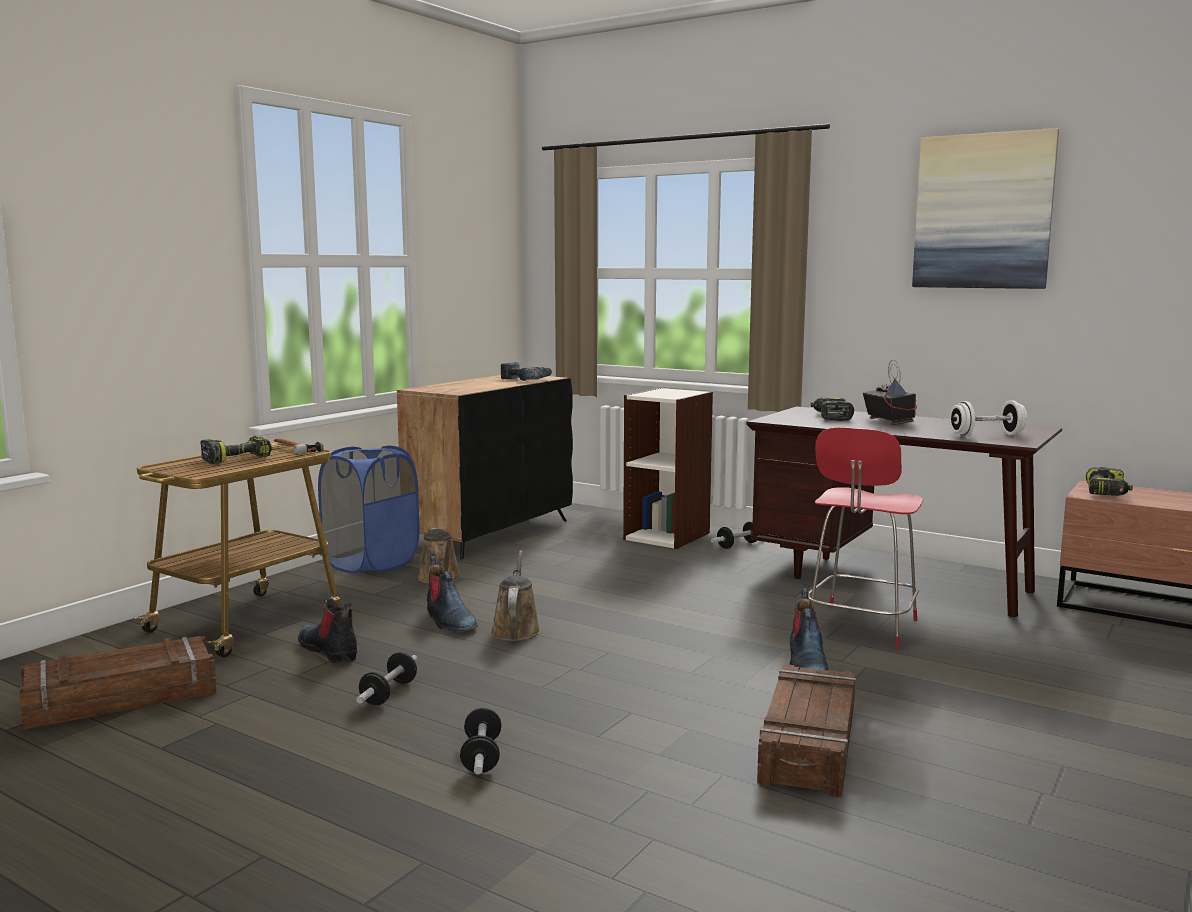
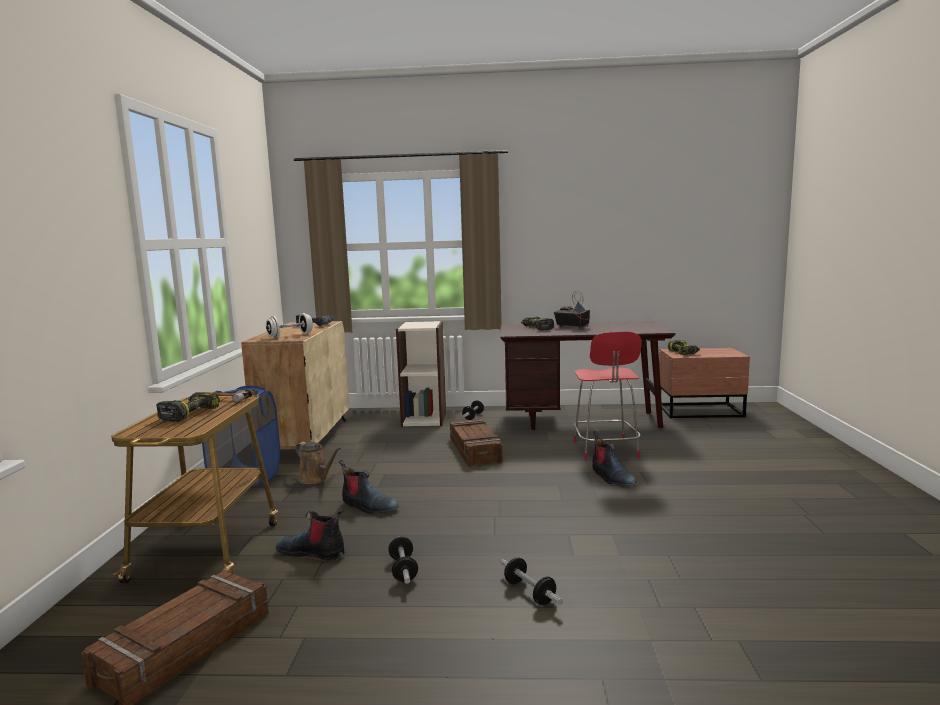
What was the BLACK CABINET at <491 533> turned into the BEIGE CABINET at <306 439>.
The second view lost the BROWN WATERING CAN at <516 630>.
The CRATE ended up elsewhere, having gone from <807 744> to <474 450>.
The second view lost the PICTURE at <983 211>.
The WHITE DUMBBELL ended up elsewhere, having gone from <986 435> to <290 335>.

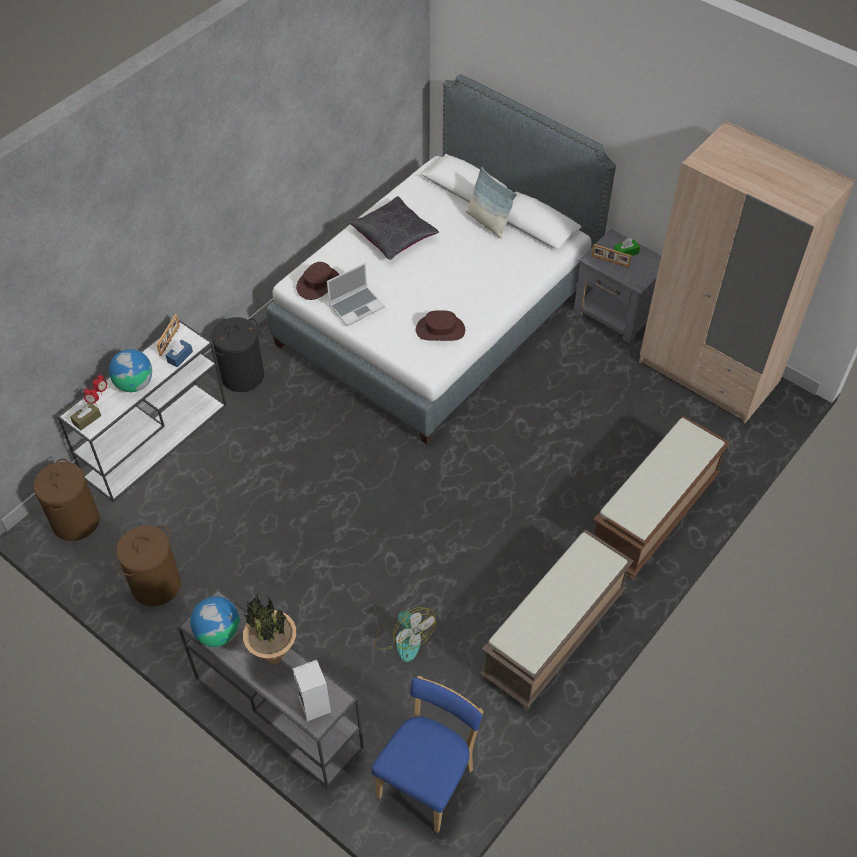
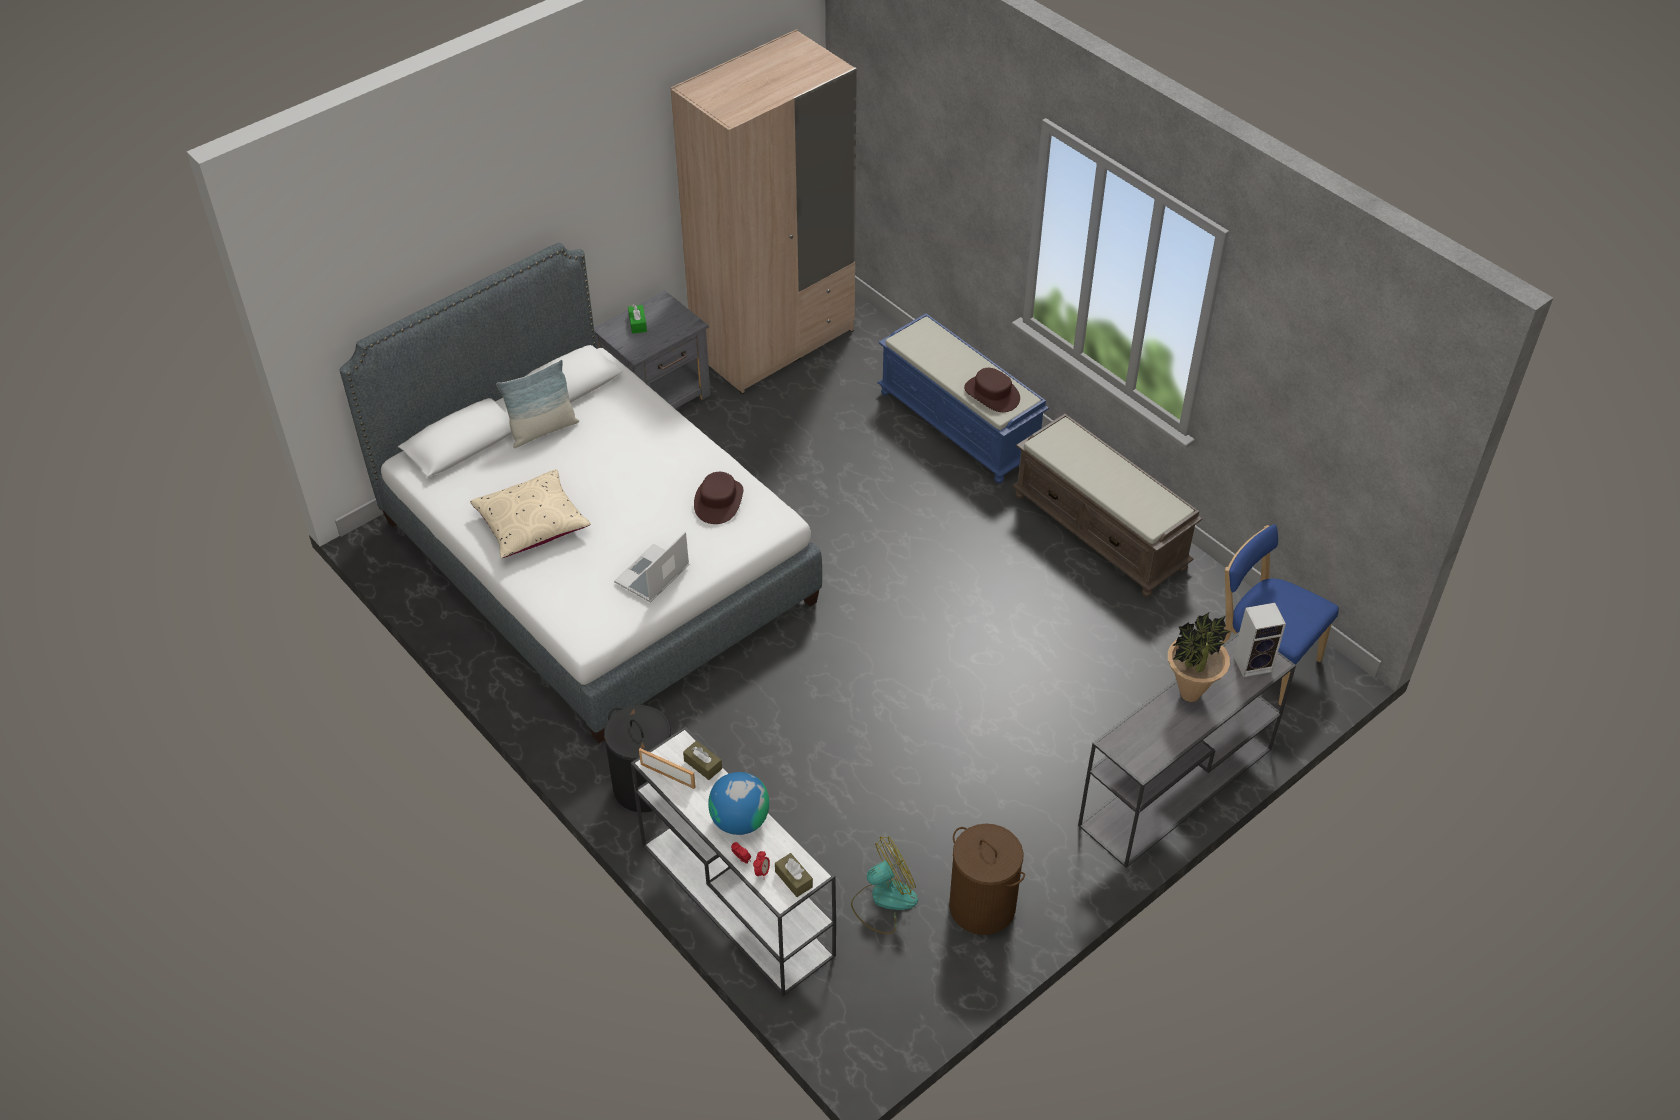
The second view lost the BROWN LAUNDRY BASKET at <76 521>.
What was the BLUE TISSUE BOX at <180 357> turned into the BROWN TISSUE BOX at <703 764>.
The second view lost the GLOBE at <218 633>.
The BROWN HAT ended up elsewhere, having gone from <318 283> to <992 394>.
The LAPTOP at <356 306> ended up facing another way, 120 degrees counterclockwise from before.
What was the BLACK PILLOW at <394 236> turned into the BEIGE PILLOW at <532 524>.
The FAN ended up elsewhere, having gone from <403 638> to <884 900>.
The second view lost the PICTURE FRAME at <610 262>.
What was the BROWN BENCH at <654 515> turned into the BLUE BENCH at <960 425>.

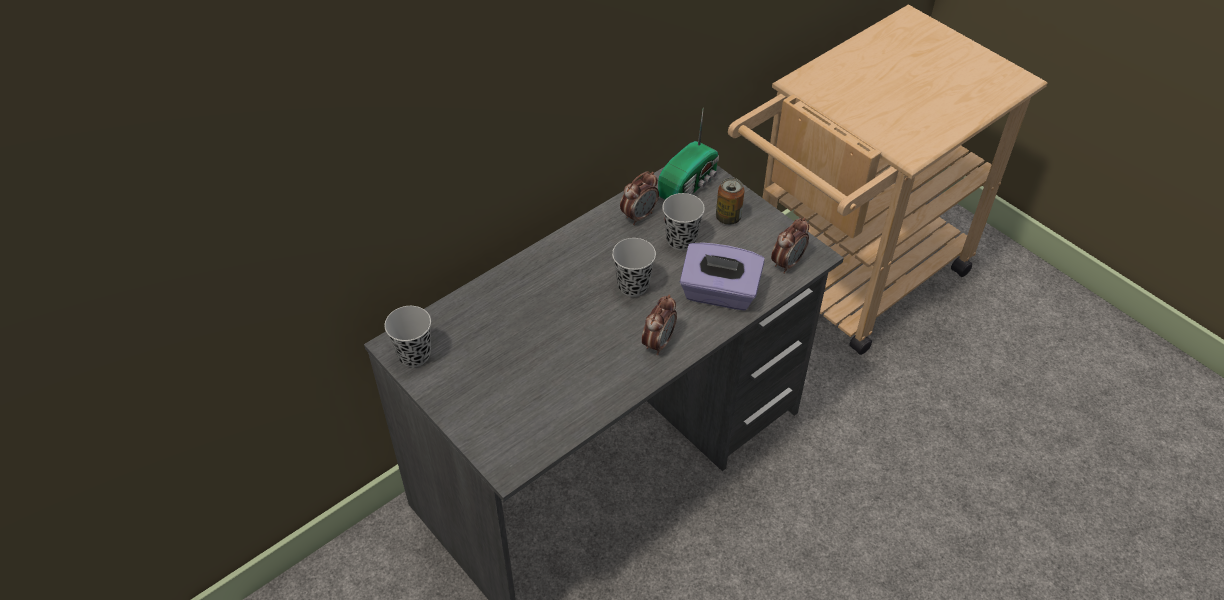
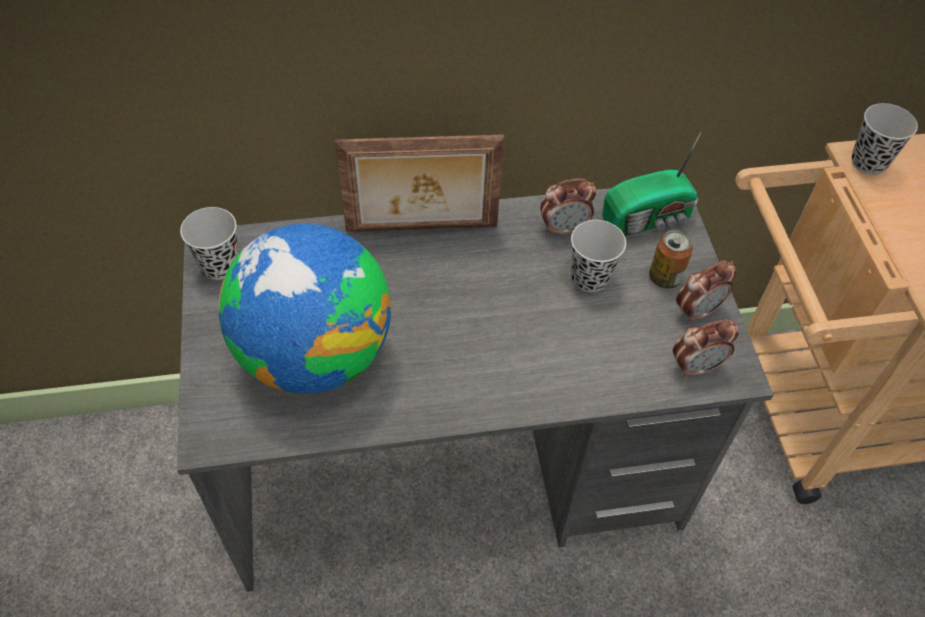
The BLACK CUP ended up elsewhere, having gone from <633 286> to <868 162>.
The ALARM CLOCK ended up elsewhere, having gone from <658 343> to <697 311>.
The second view lost the PURPLE TISSUE BOX at <719 293>.
The second view gained the GLOBE at <315 354>.
The second view gained the PICTURE FRAME at <422 230>.

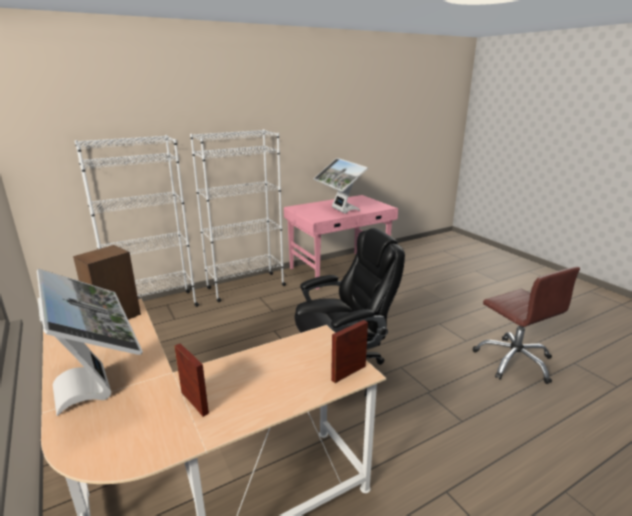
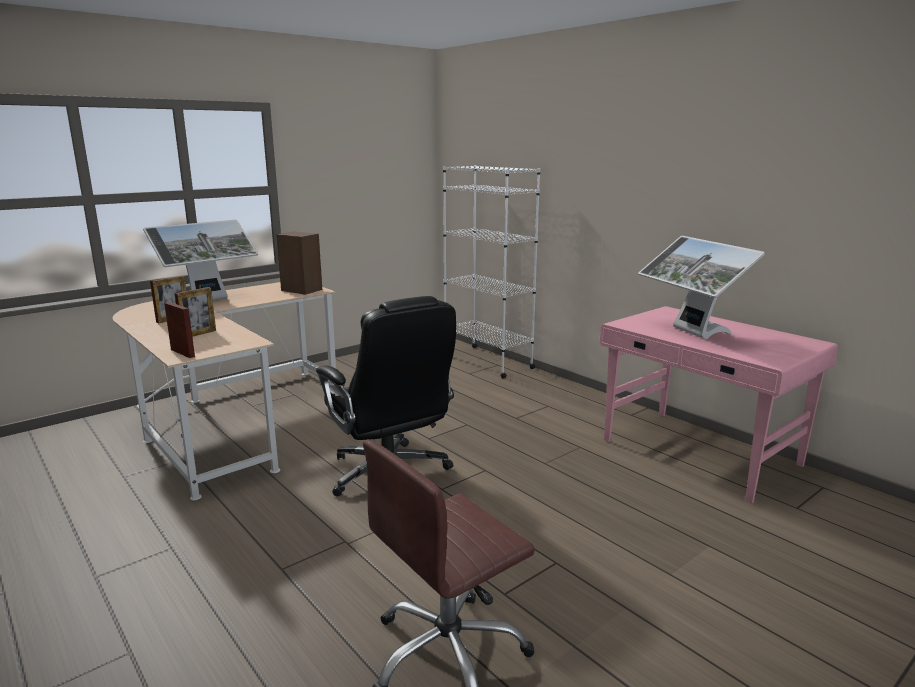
The second view lost the WHITE BOOKCASE at <246 287>.
The MONITOR at <339 210> ended up facing another way, 75 degrees counterclockwise from before.
The second view gained the PICTURE FRAME at <198 334>.

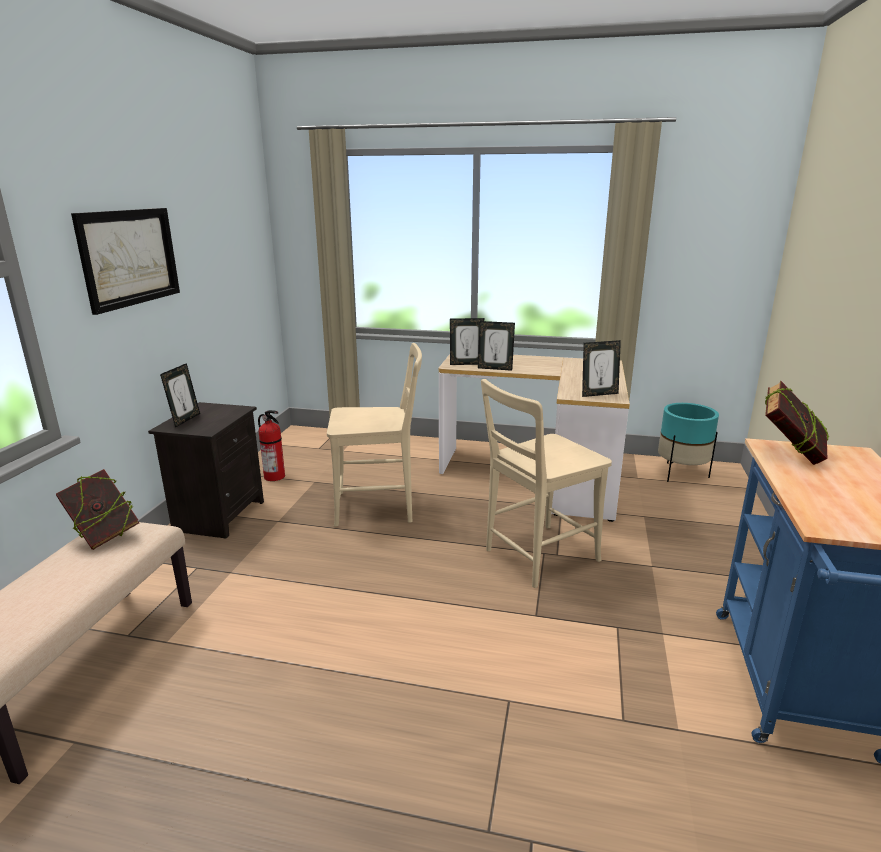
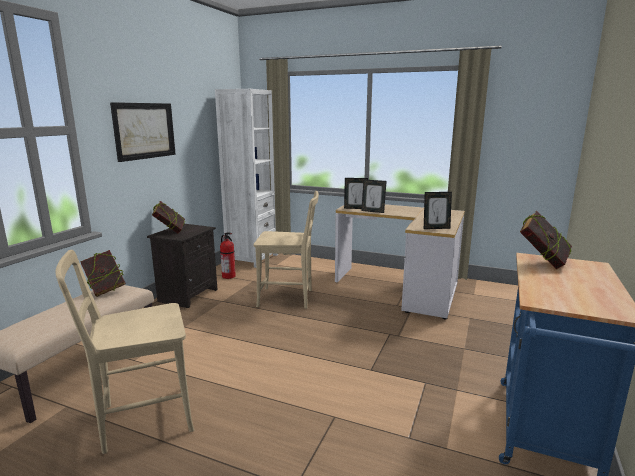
Where the PICTURE FRAME stood at <185 420>, the BOOK came to stand at <170 231>.
The BEIGE CHAIR ended up elsewhere, having gone from <536 557> to <141 419>.
The second view lost the TURQUOISE PLANTER at <681 474>.
The second view gained the WHITE BOOKCASE at <252 258>.

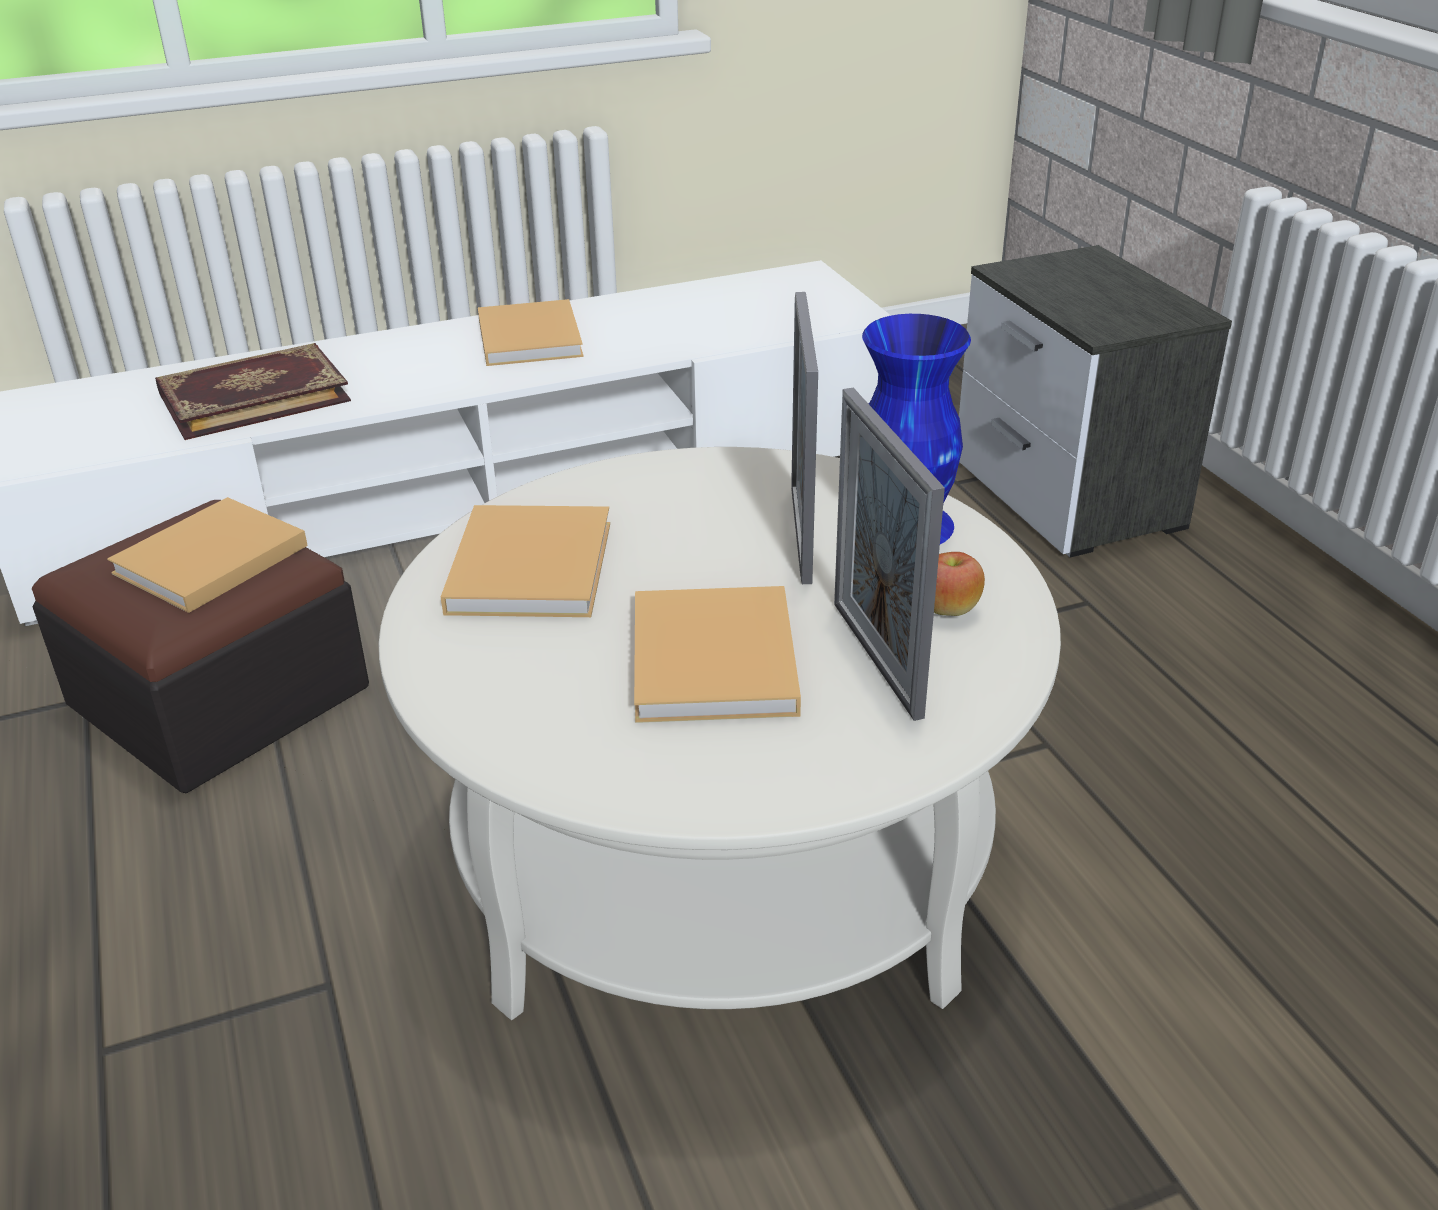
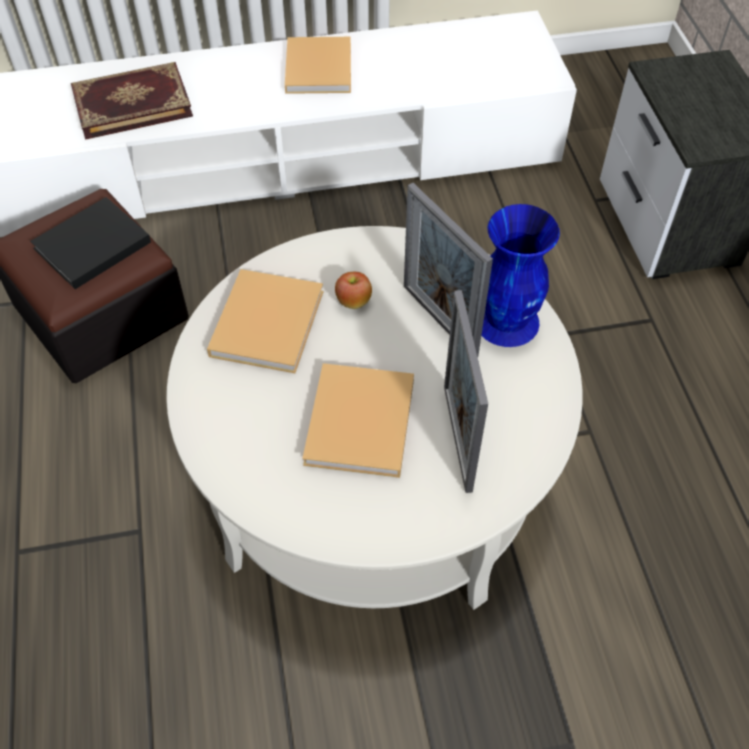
What was the BEIGE BOOK at <206 562> turned into the BLACK BOOK at <89 247>.
The PICTURE FRAME at <801 534> ended up facing another way, 45 degrees counterclockwise from before.
The APPLE ended up elsewhere, having gone from <949 609> to <353 302>.

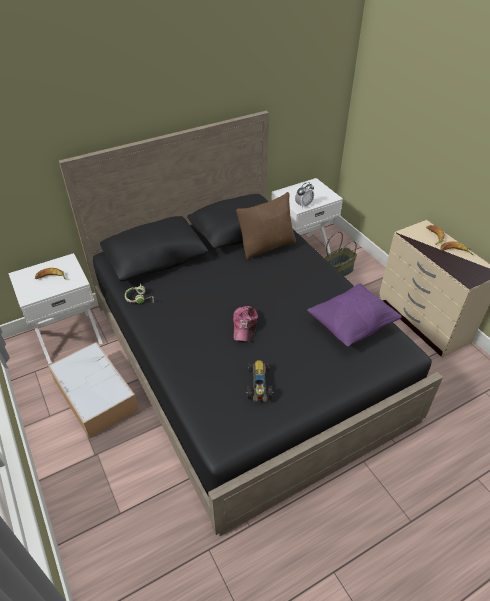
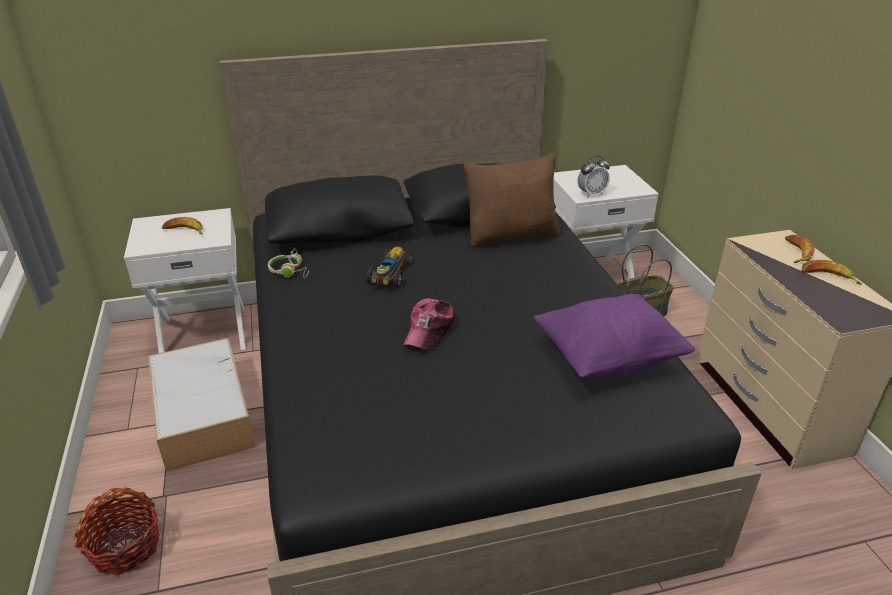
The TOY CAR ended up elsewhere, having gone from <259 386> to <390 275>.
The second view gained the BASKET at <125 548>.

